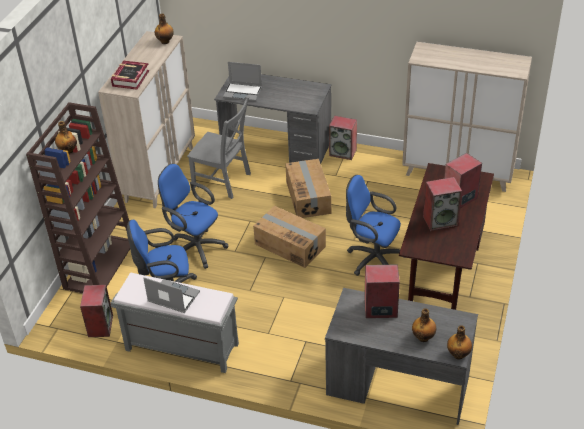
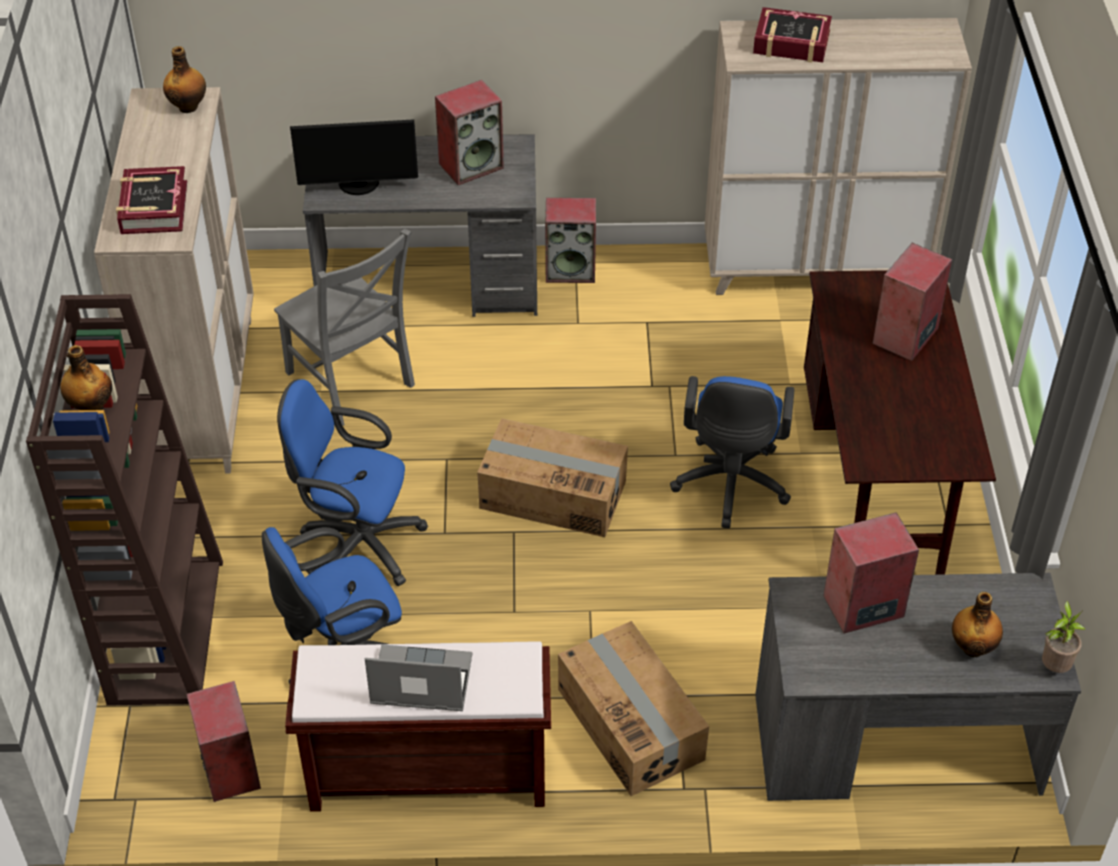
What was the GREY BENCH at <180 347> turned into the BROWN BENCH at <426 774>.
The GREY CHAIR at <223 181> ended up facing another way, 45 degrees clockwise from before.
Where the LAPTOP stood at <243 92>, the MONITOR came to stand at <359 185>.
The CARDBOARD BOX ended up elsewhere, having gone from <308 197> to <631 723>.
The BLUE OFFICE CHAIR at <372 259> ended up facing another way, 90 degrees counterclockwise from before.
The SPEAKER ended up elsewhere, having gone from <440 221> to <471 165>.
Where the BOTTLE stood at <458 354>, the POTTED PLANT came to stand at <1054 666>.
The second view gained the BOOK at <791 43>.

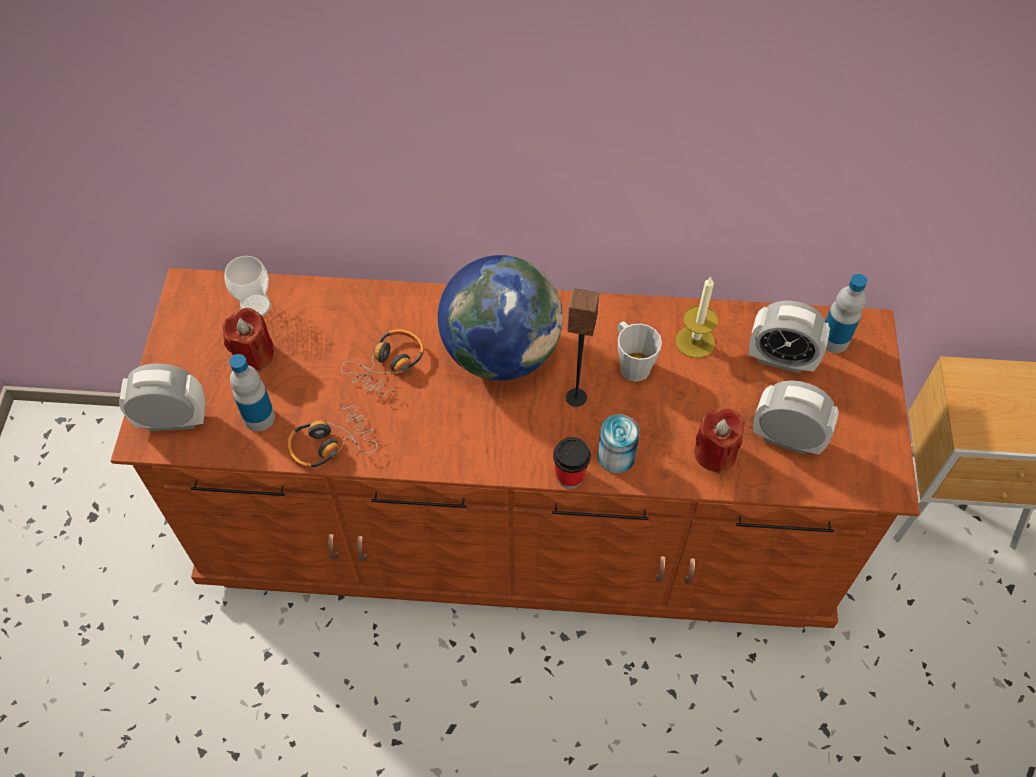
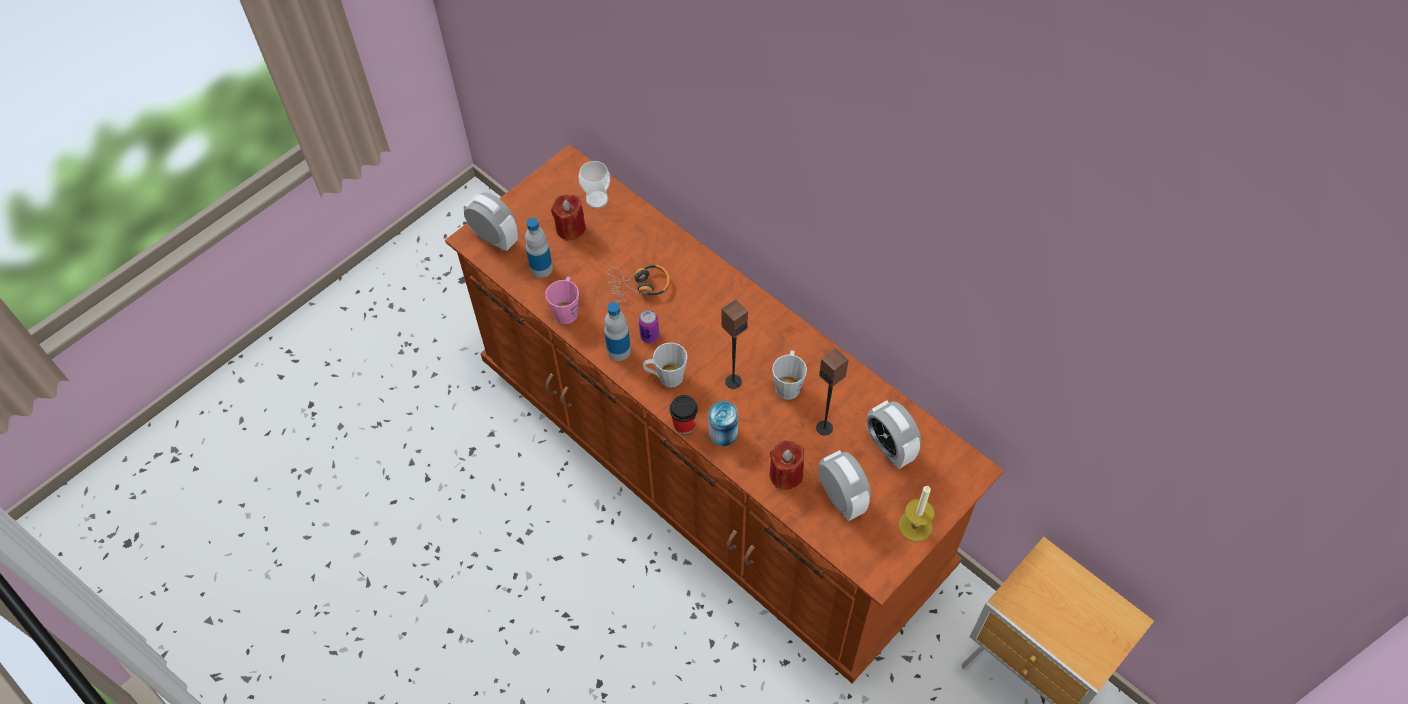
Where the HEADPHONES stood at <331 443>, the PINK MUG came to stand at <567 310>.
The second view lost the GLOBE at <501 352>.
The CANDLE ended up elsewhere, having gone from <695 342> to <915 526>.
The BOTTLE ended up elsewhere, having gone from <833 340> to <618 350>.
The second view gained the CAN at <649 336>.
The second view gained the GREY MUG at <666 377>.
The second view gained the SPEAKER at <824 427>.

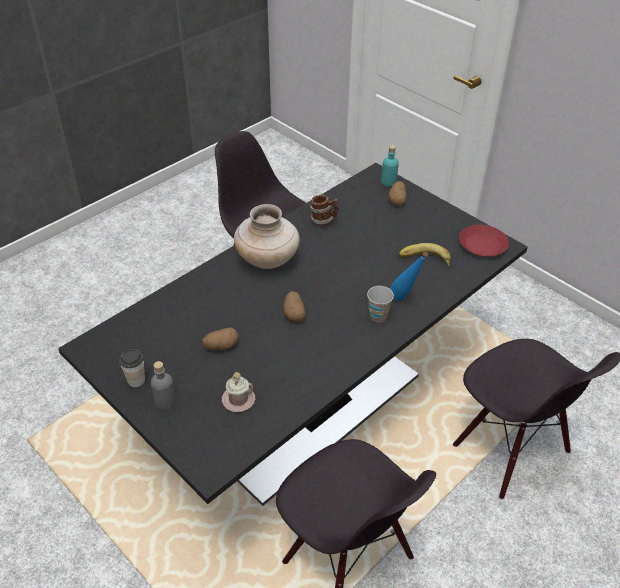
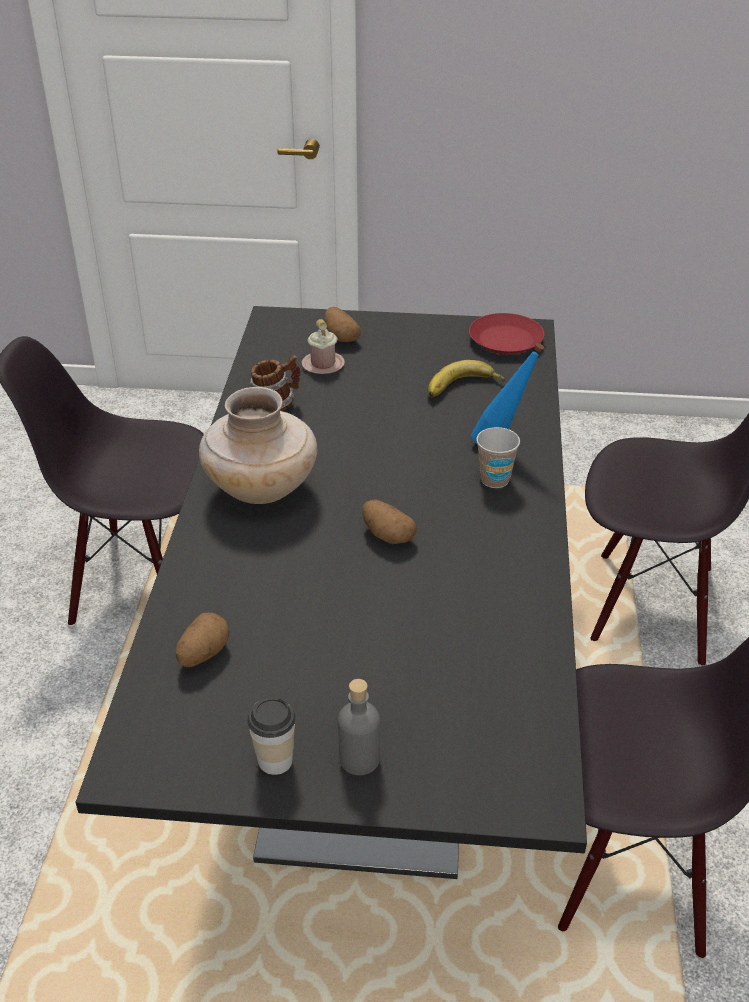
The POTATO ended up elsewhere, having gone from <221 346> to <203 653>.
The PINK MUG ended up elsewhere, having gone from <238 399> to <323 364>.
The second view lost the TURQUOISE BOTTLE at <388 182>.

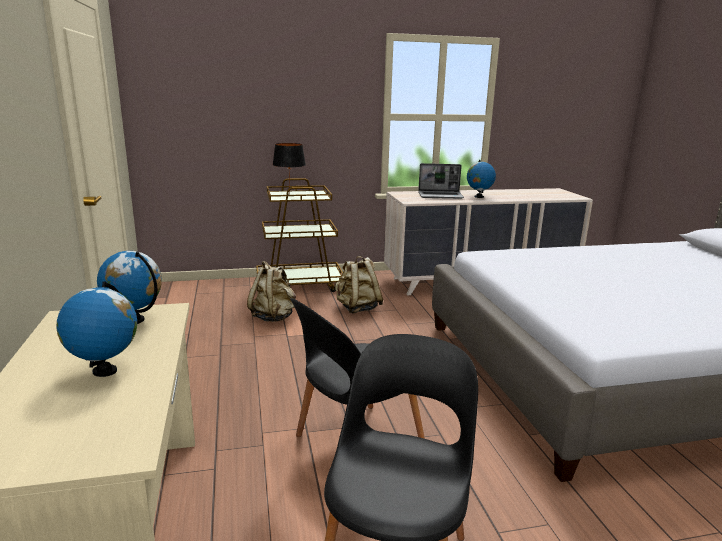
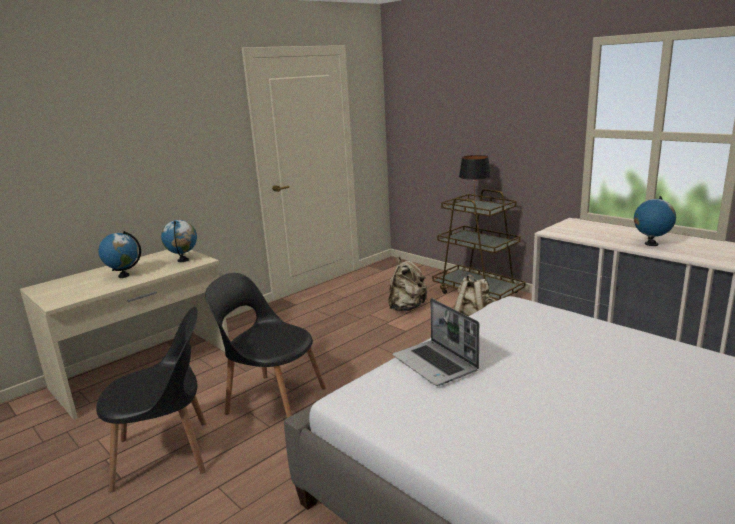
The LAPTOP ended up elsewhere, having gone from <441 196> to <436 364>.

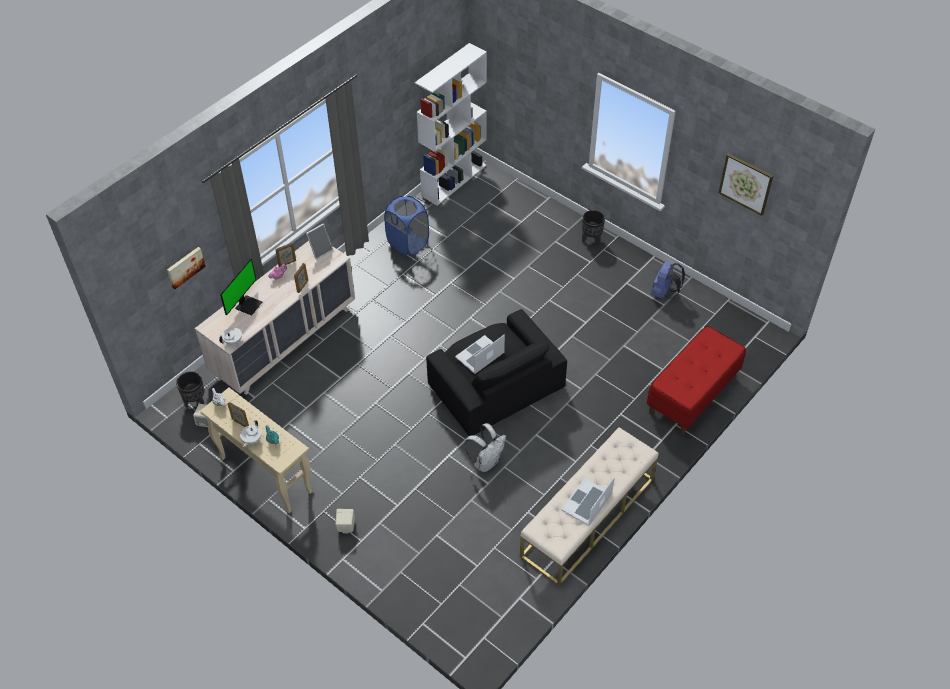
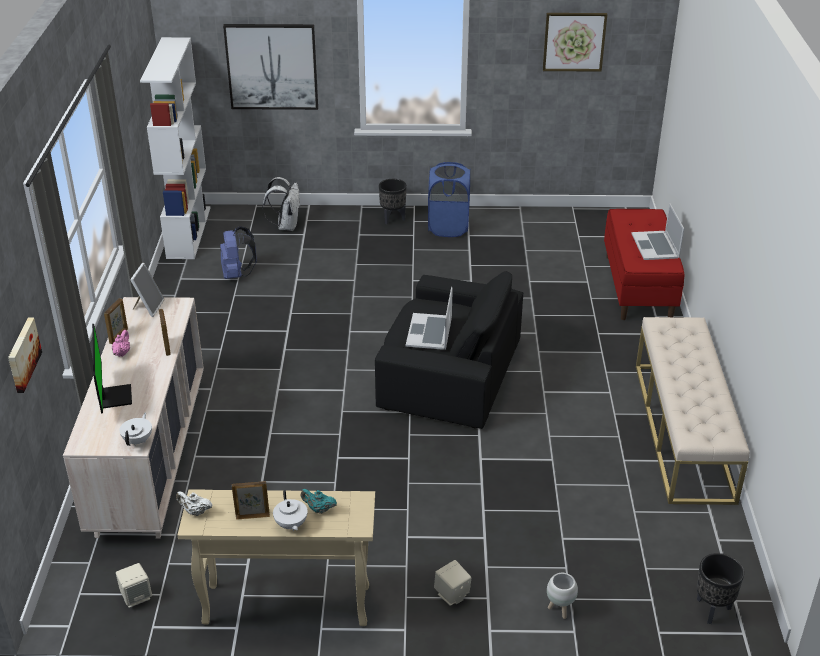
The BLACK PLANTER ended up elsewhere, having gone from <196 402> to <713 610>.
The BLUE LAUNDRY BASKET ended up elsewhere, having gone from <408 243> to <448 227>.
The WHITE BACKPACK ended up elsewhere, having gone from <486 462> to <286 226>.
The LAPTOP ended up elsewhere, having gone from <587 502> to <655 246>.
The BLUE BACKPACK ended up elsewhere, having gone from <664 293> to <237 274>.
The second view gained the PICTURE at <272 66>.
The second view gained the WHITE PLANTER at <559 610>.

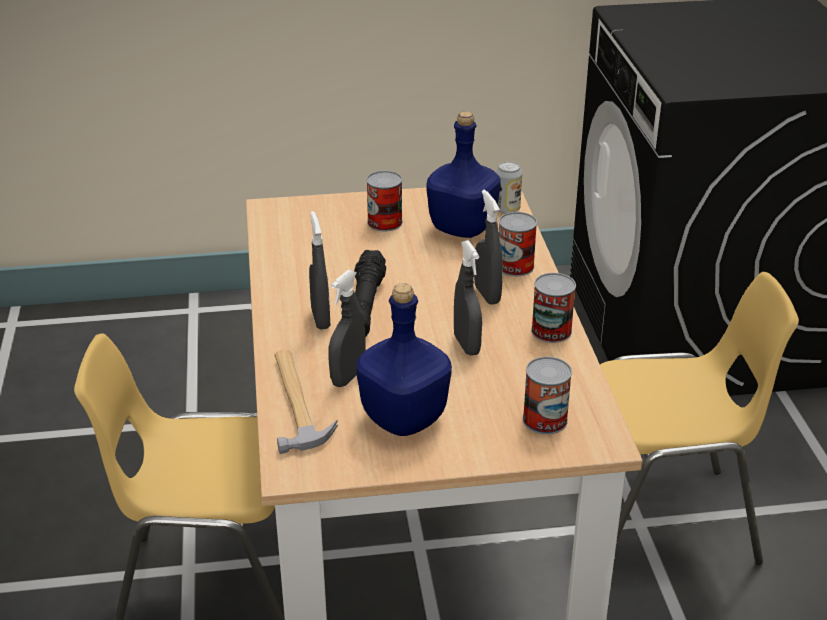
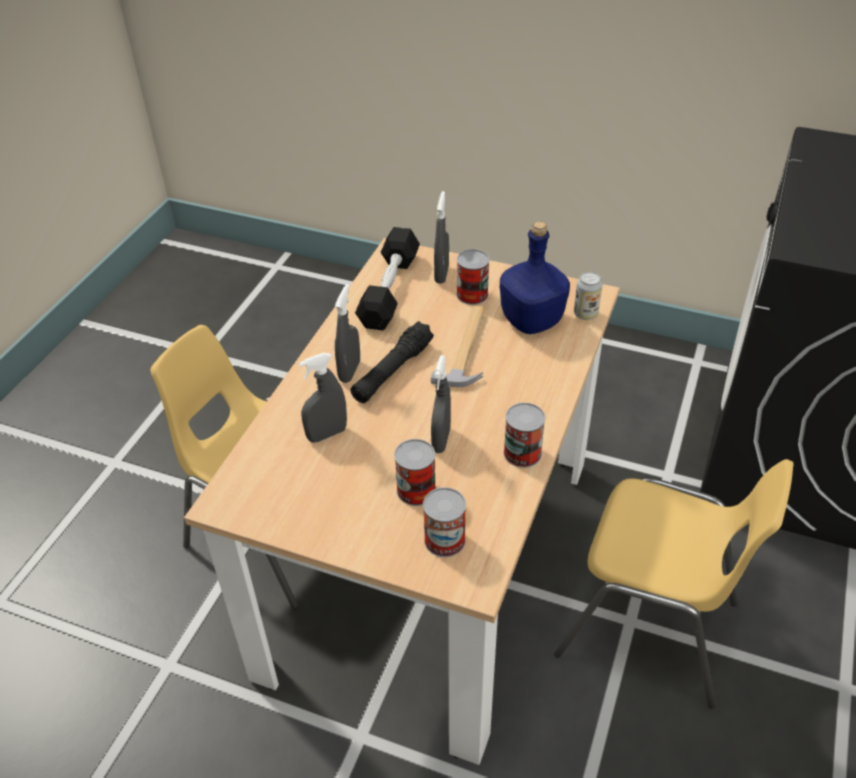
The HAMMER ended up elsewhere, having gone from <297 402> to <467 349>.
The second view lost the BLUE BOTTLE at <402 417>.
The GREY SPRAY BOTTLE ended up elsewhere, having gone from <487 294> to <441 274>.
The CAN ended up elsewhere, having gone from <515 266> to <416 490>.
The second view gained the BLACK DUMBBELL at <389 290>.

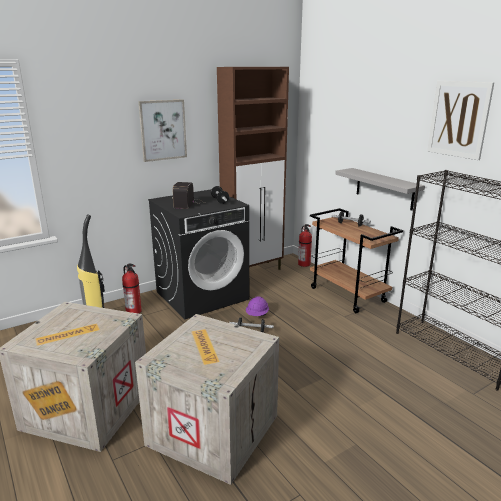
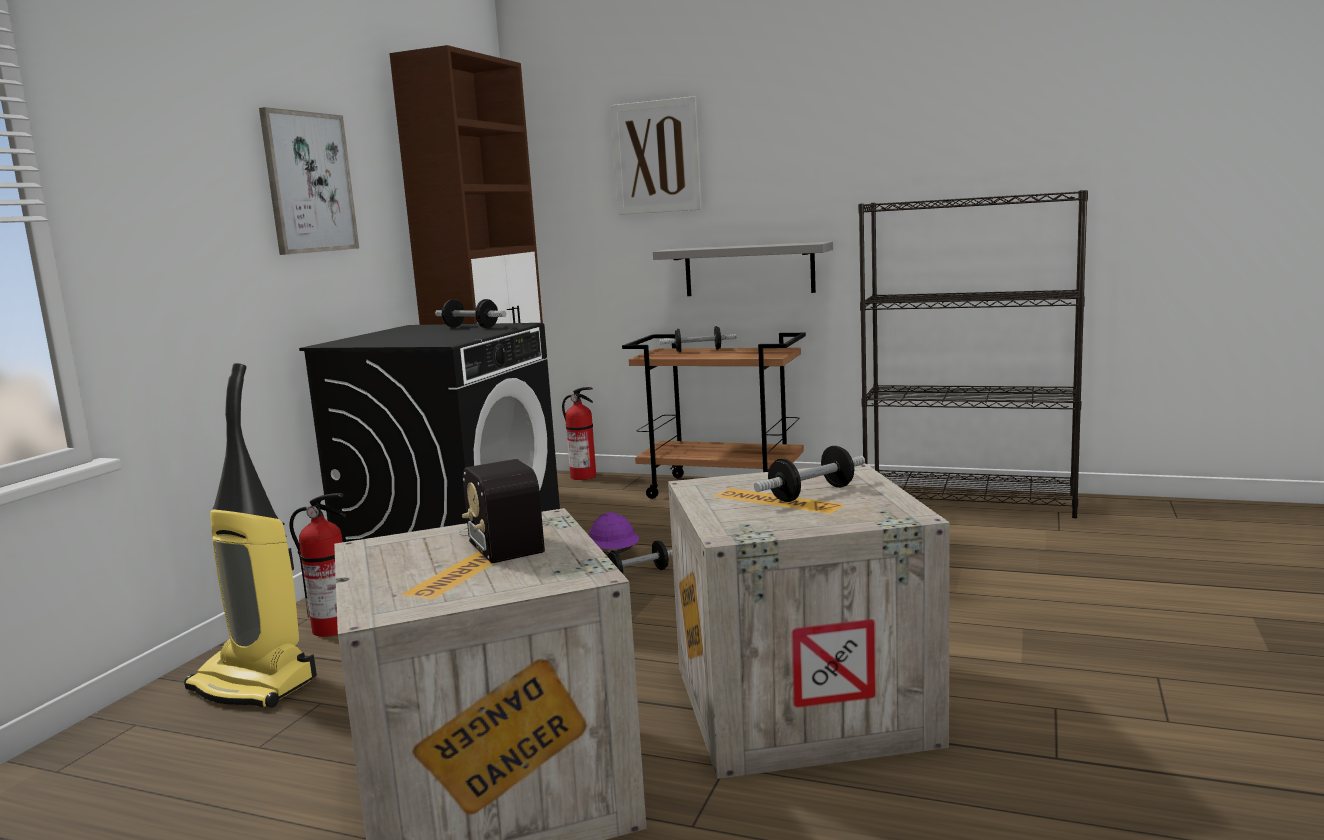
The RADIO ended up elsewhere, having gone from <188 203> to <503 537>.
The PICTURE ended up elsewhere, having gone from <459 119> to <656 157>.
The second view gained the DUMBBELL at <811 494>.

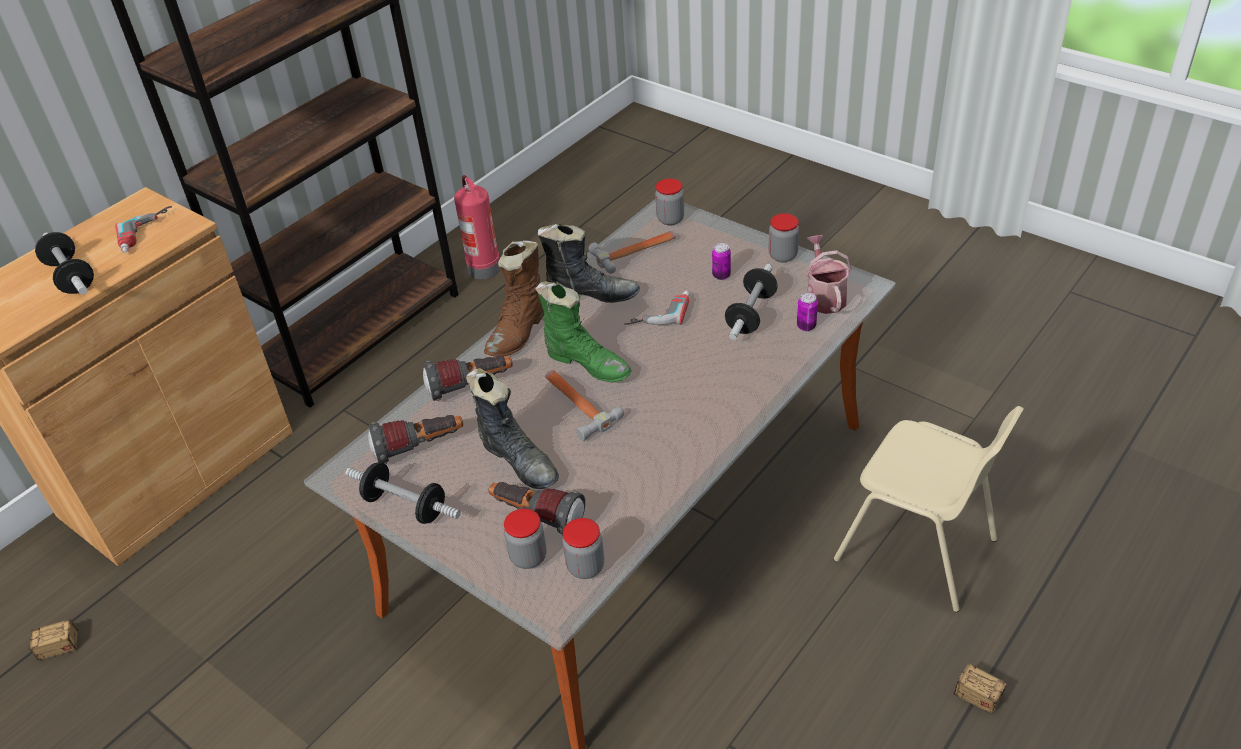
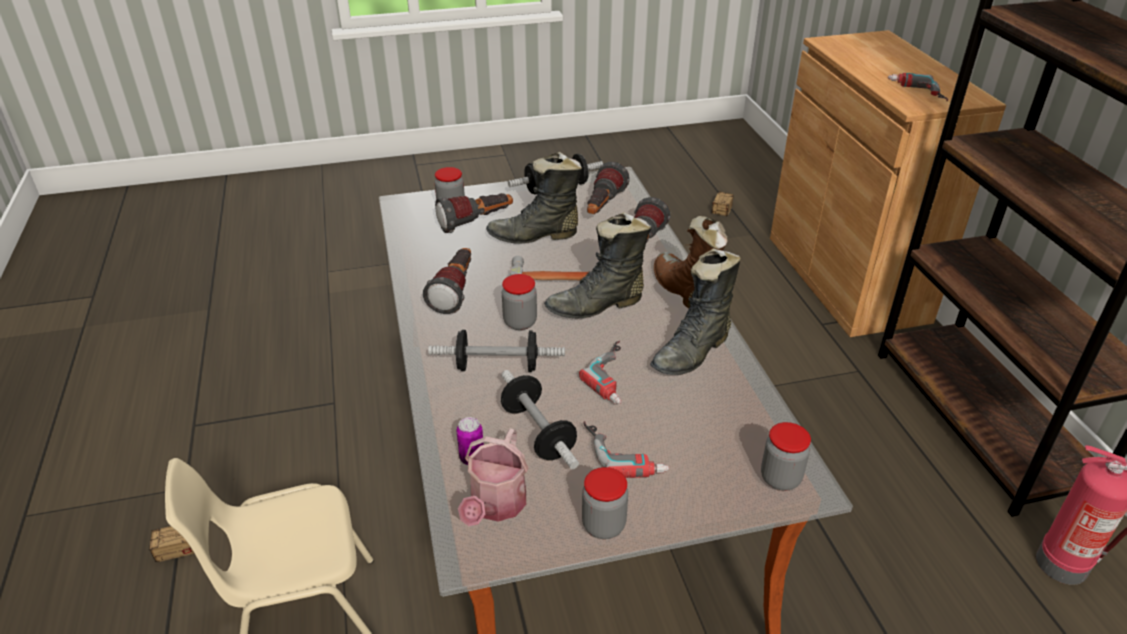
The DUMBBELL ended up elsewhere, having gone from <71 277> to <497 366>.
What was the GREEN BOOT at <587 364> turned into the BLACK BOOT at <597 305>.
The JAR ended up elsewhere, having gone from <585 567> to <520 322>.
The second view lost the HAMMER at <636 252>.
Where the CAN stood at <721 275>, the POWER DRILL came to stand at <625 452>.
The WATERING CAN at <824 296> ended up facing another way, 75 degrees clockwise from before.
The second view gained the FLASHLIGHT at <455 291>.

